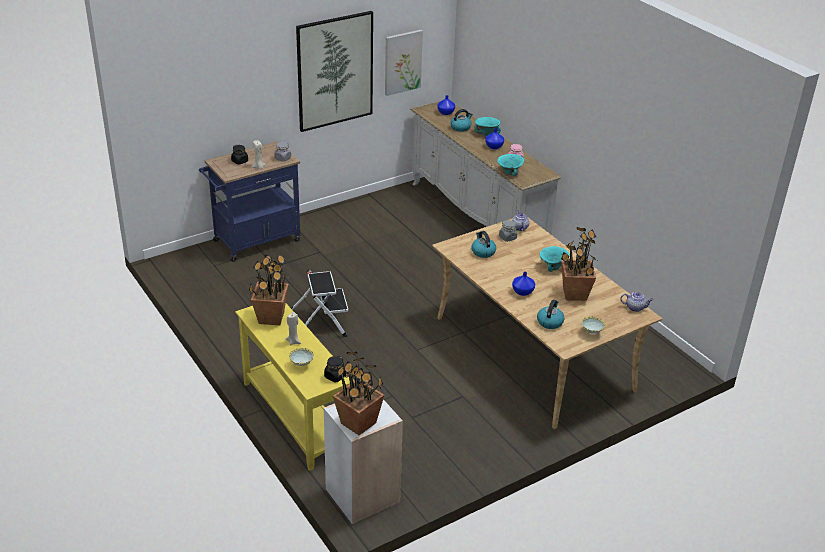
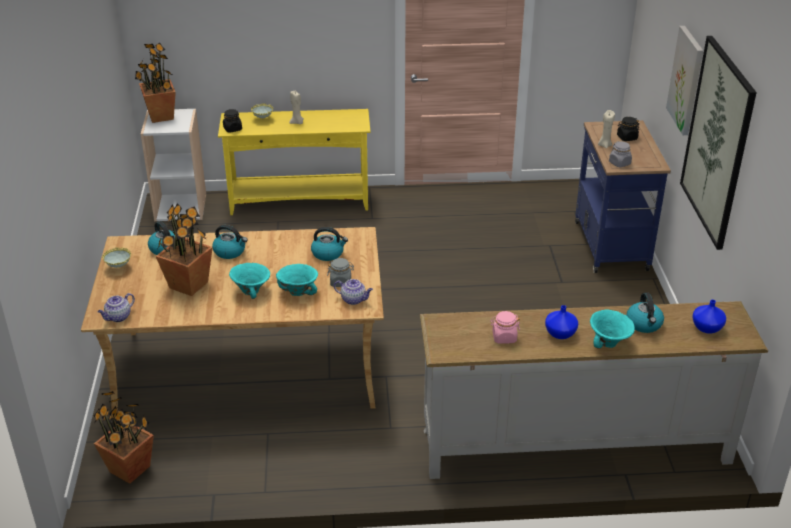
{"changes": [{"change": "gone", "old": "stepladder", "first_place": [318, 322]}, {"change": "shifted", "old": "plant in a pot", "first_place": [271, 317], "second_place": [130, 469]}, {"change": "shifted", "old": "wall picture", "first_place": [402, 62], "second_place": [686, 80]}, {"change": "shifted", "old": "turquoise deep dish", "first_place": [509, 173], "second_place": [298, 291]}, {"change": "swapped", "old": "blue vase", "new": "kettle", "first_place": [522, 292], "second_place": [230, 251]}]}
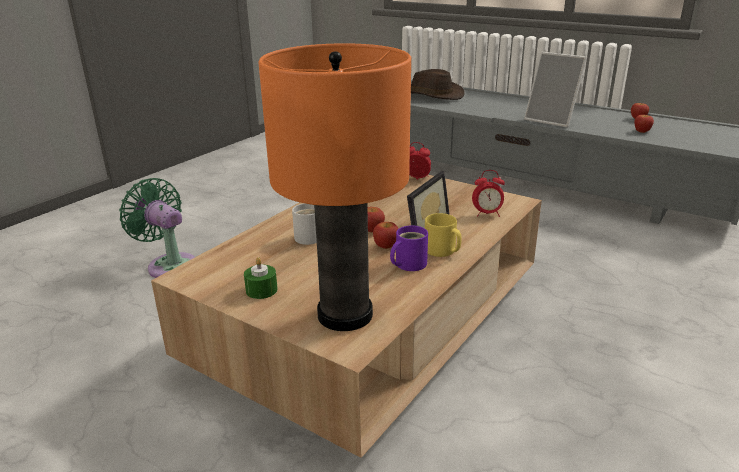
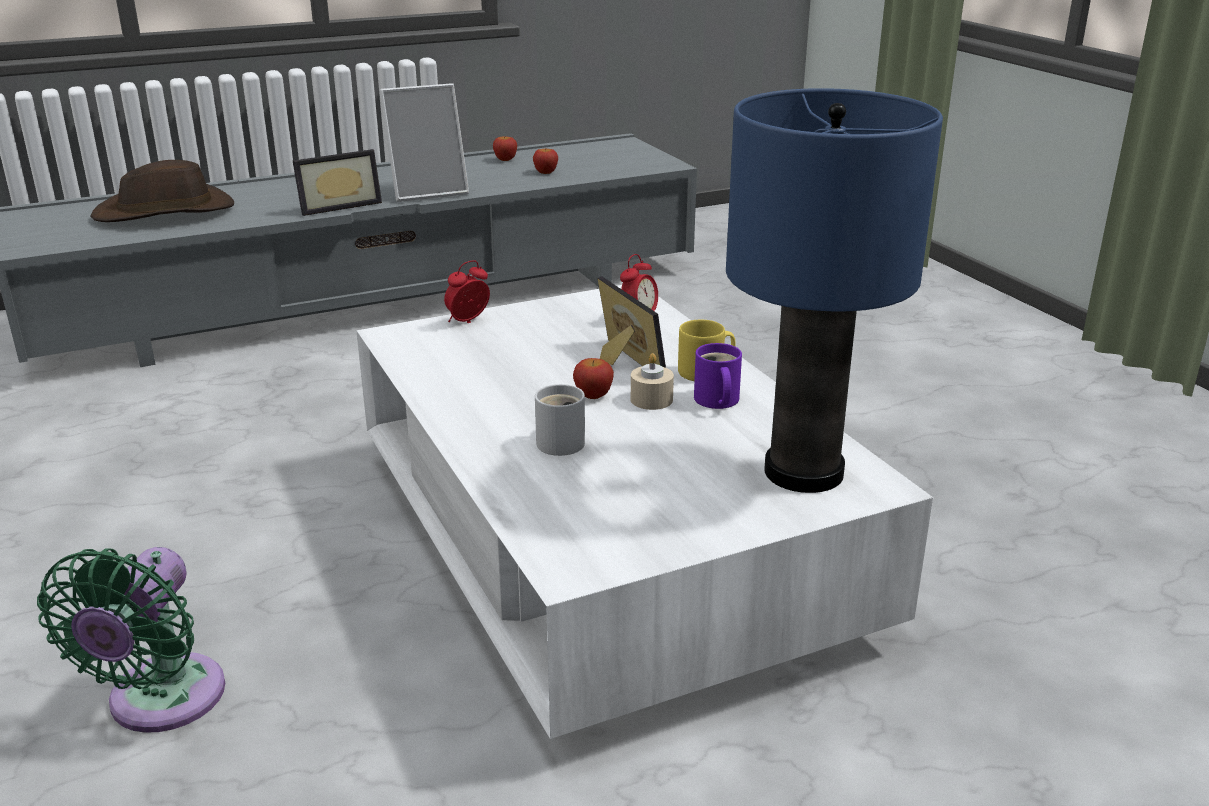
{"changes": [{"change": "gone", "old": "greenish wax light", "first_place": [261, 290]}, {"change": "new", "new": "picture frame", "second_place": [338, 205]}, {"change": "swapped", "old": "whole apple", "new": "beige wax light", "first_place": [386, 246], "second_place": [651, 399]}, {"change": "repainted", "old": "brown low table", "new": "white-coloured low table", "first_place": [370, 322], "second_place": [604, 543]}, {"change": "repainted", "old": "orange-coloured table lamp", "new": "blue table lamp", "first_place": [344, 314], "second_place": [802, 472]}, {"change": "rotated", "old": "greenish electric fan", "first_place": [169, 265], "second_place": [160, 703], "degrees": -60}]}
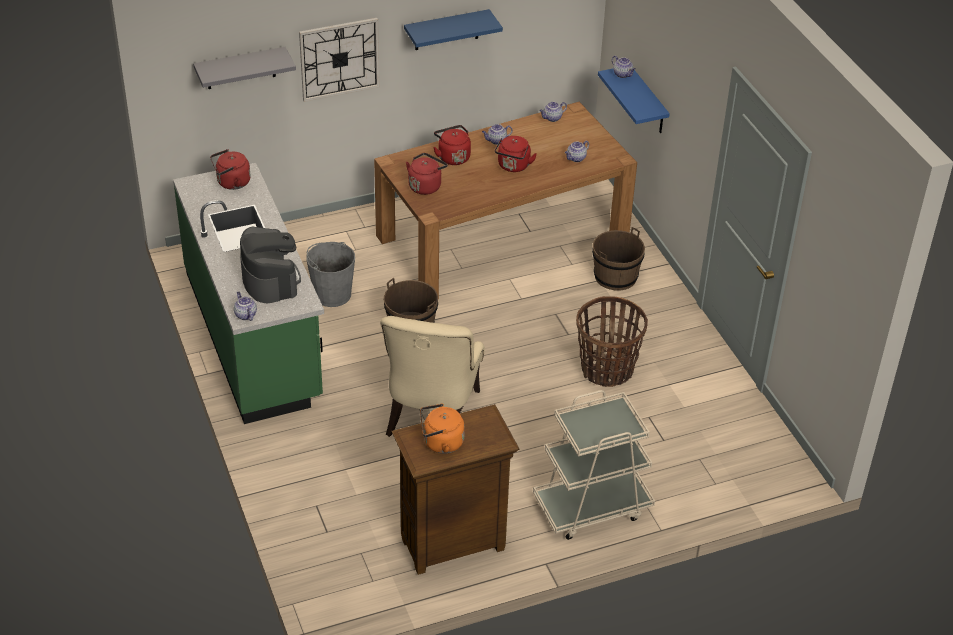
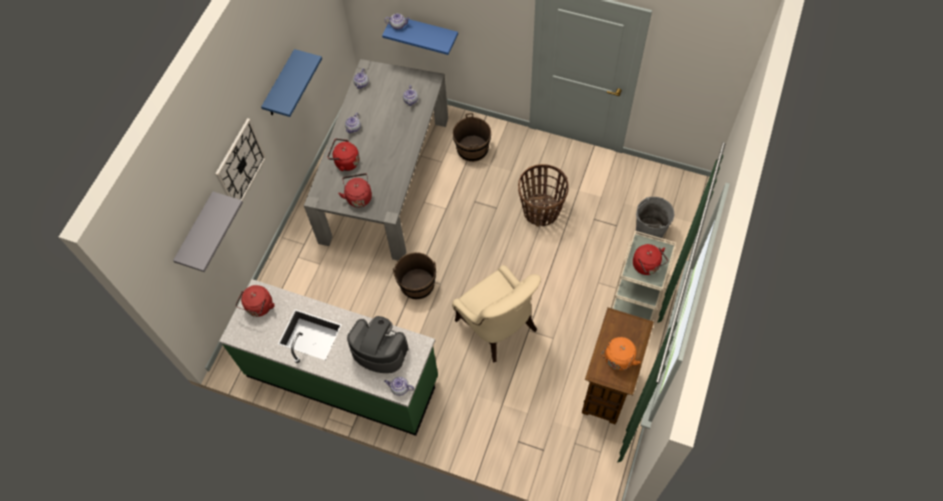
{"changes": [{"change": "shifted", "old": "grey pail", "first_place": [332, 294], "second_place": [649, 231]}, {"change": "shifted", "old": "reddish kettle", "first_place": [513, 166], "second_place": [647, 266]}, {"change": "repainted", "old": "brown dining table", "new": "grey dining table", "first_place": [502, 237], "second_place": [385, 178]}]}
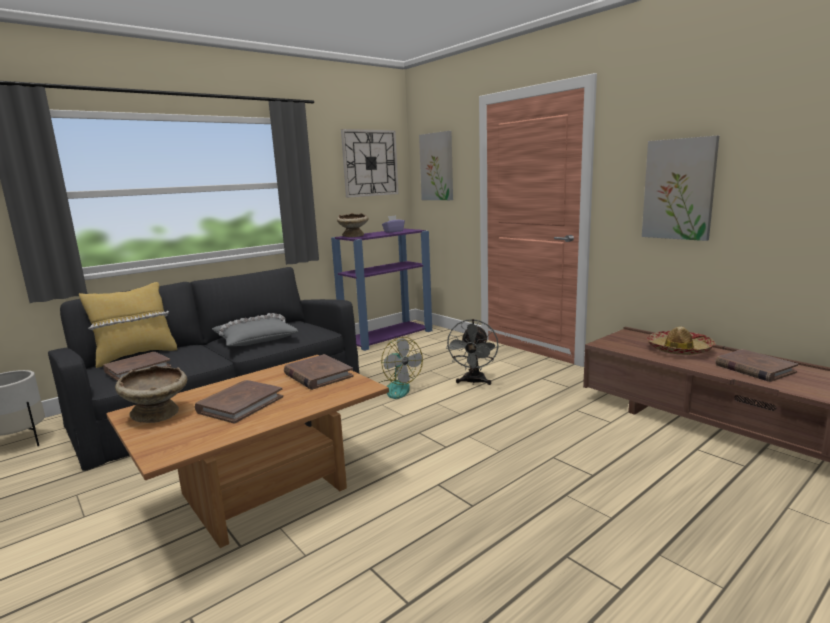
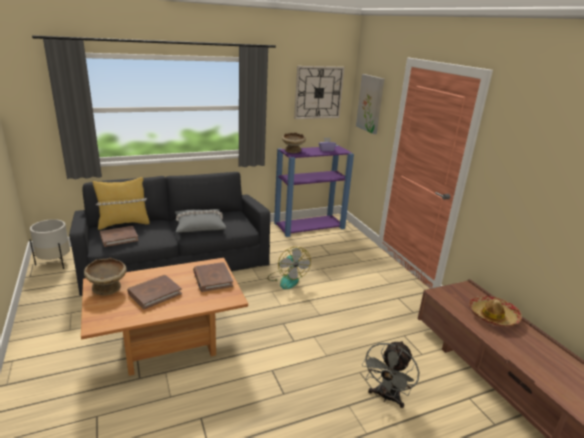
{"changes": [{"change": "gone", "old": "wall picture", "first_place": [679, 189]}, {"change": "gone", "old": "brown bound book", "first_place": [754, 368]}, {"change": "shifted", "old": "grey electric fan", "first_place": [473, 382], "second_place": [386, 397]}]}
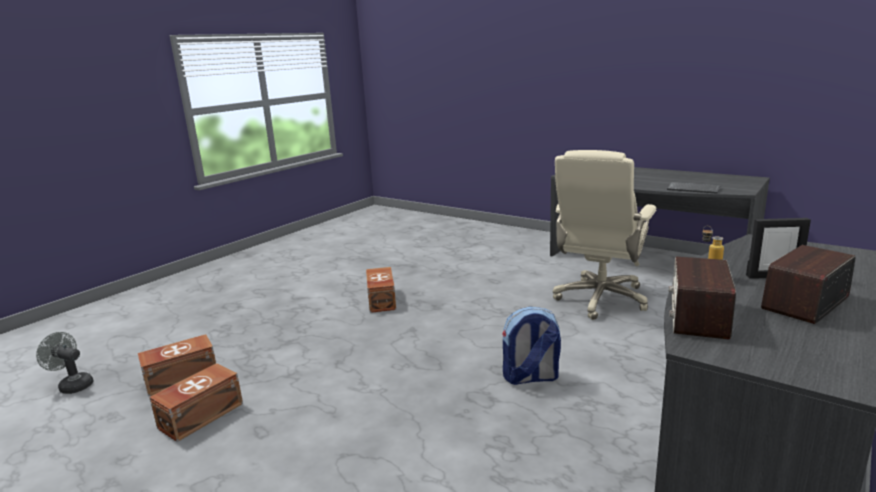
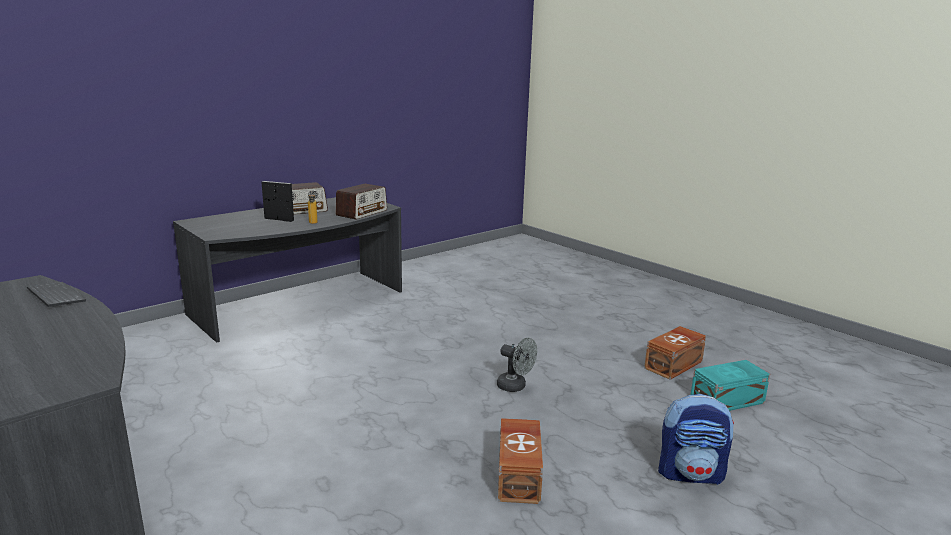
{"changes": [{"change": "gone", "old": "beige desk chair", "first_place": [599, 301]}, {"change": "shifted", "old": "grey electric fan", "first_place": [72, 385], "second_place": [515, 387]}, {"change": "shifted", "old": "rucksack", "first_place": [530, 377], "second_place": [691, 474]}, {"change": "repainted", "old": "brown storage bin", "new": "turquoise storage bin", "first_place": [180, 378], "second_place": [728, 400]}]}
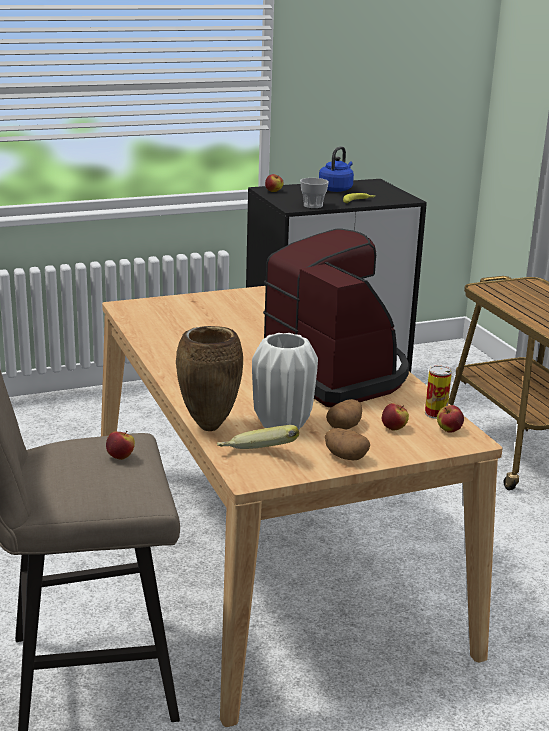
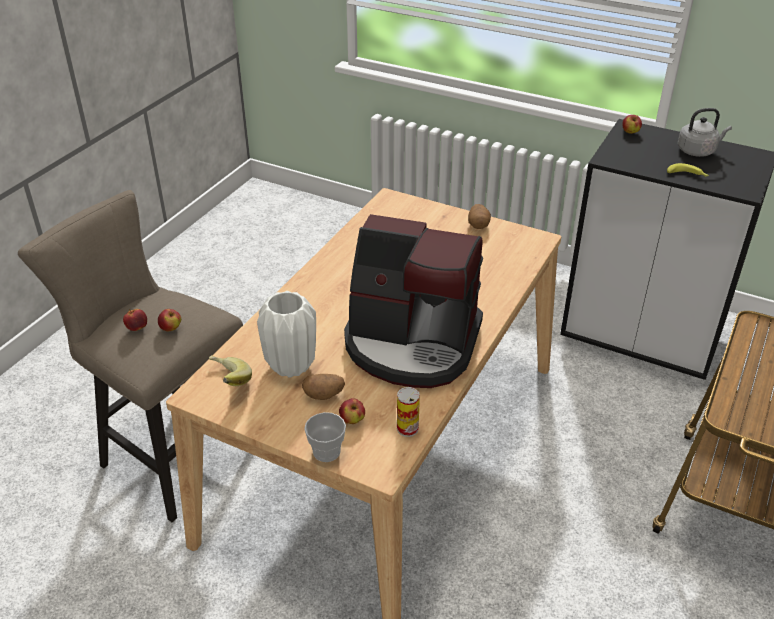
{"changes": [{"change": "gone", "old": "brown vase", "first_place": [208, 427]}, {"change": "shifted", "old": "drinking cup", "first_place": [313, 205], "second_place": [326, 451]}, {"change": "shifted", "old": "potato", "first_place": [345, 457], "second_place": [478, 225]}, {"change": "shifted", "old": "whole apple", "first_place": [449, 430], "second_place": [137, 328]}, {"change": "repainted", "old": "blue kettle", "new": "grey kettle", "first_place": [336, 189], "second_place": [698, 151]}, {"change": "rotated", "old": "coffee maker", "first_place": [337, 373], "second_place": [412, 344], "degrees": 90}]}
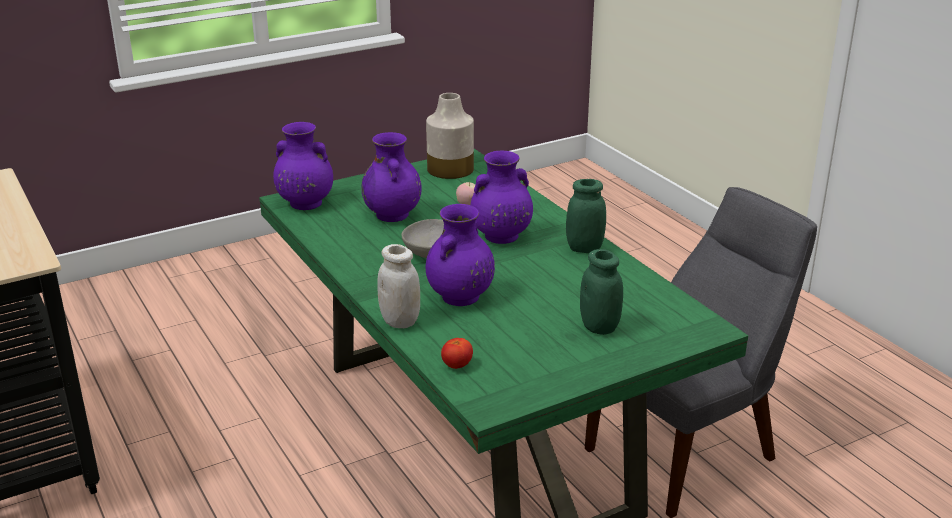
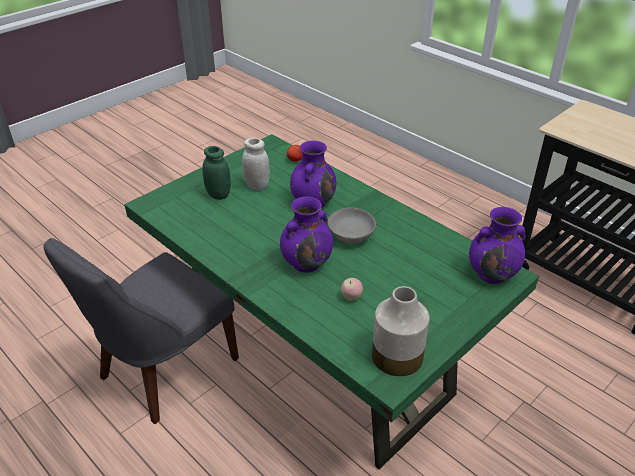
{"changes": [{"change": "gone", "old": "purple-coloured vase", "first_place": [392, 215]}, {"change": "gone", "old": "greenish jar", "first_place": [584, 248]}, {"change": "shifted", "old": "white-coloured jar", "first_place": [400, 321], "second_place": [257, 186]}]}
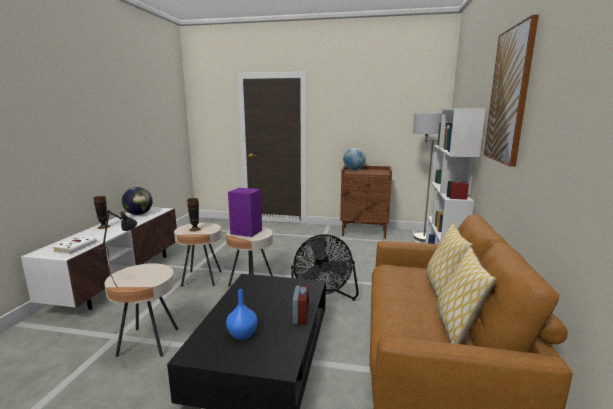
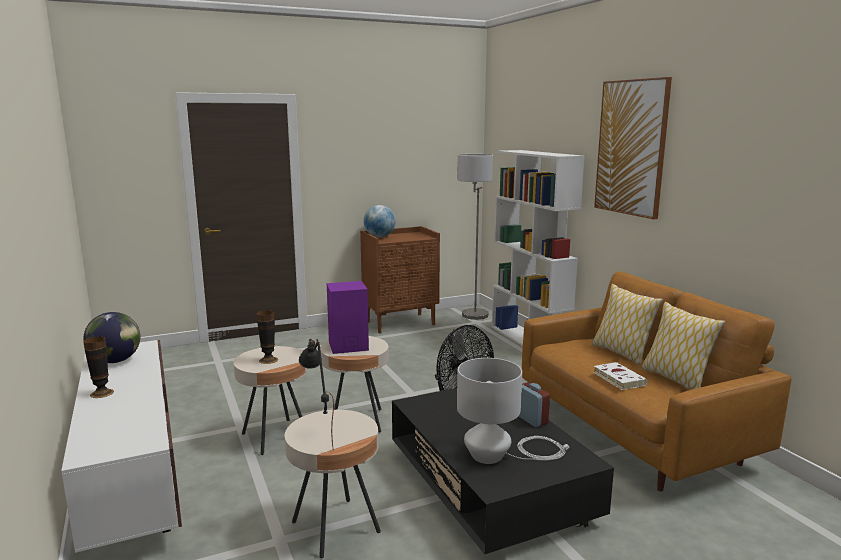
{"changes": [{"change": "shifted", "old": "white-coloured bound book", "first_place": [76, 246], "second_place": [617, 378]}, {"change": "swapped", "old": "blue vase", "new": "grey table lamp", "first_place": [243, 334], "second_place": [508, 453]}]}
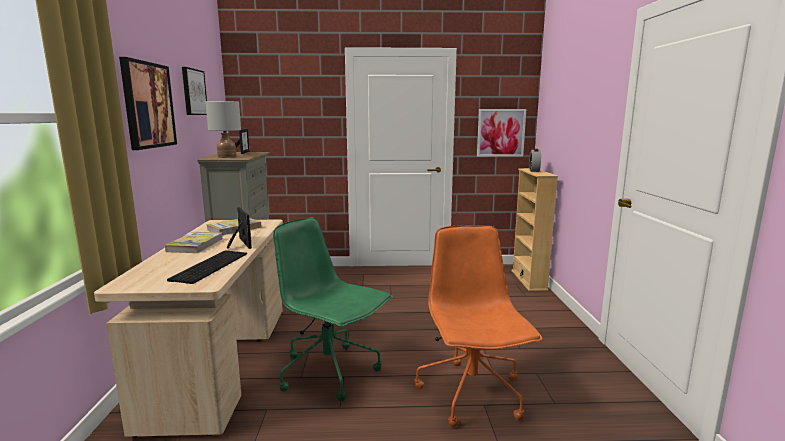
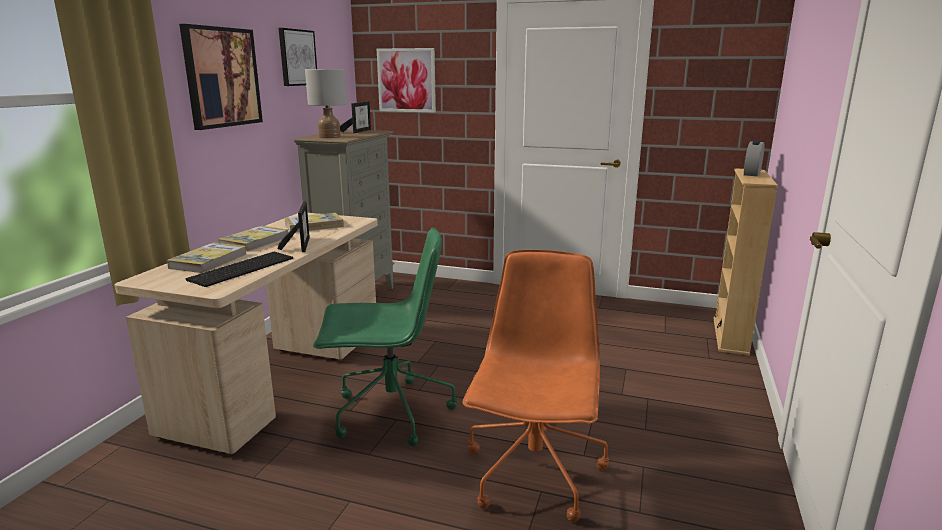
{"changes": [{"change": "new", "new": "bound book", "second_place": [209, 261]}, {"change": "shifted", "old": "wall picture", "first_place": [501, 133], "second_place": [406, 80]}, {"change": "rotated", "old": "greenish desk chair", "first_place": [332, 373], "second_place": [386, 413], "degrees": 120}]}
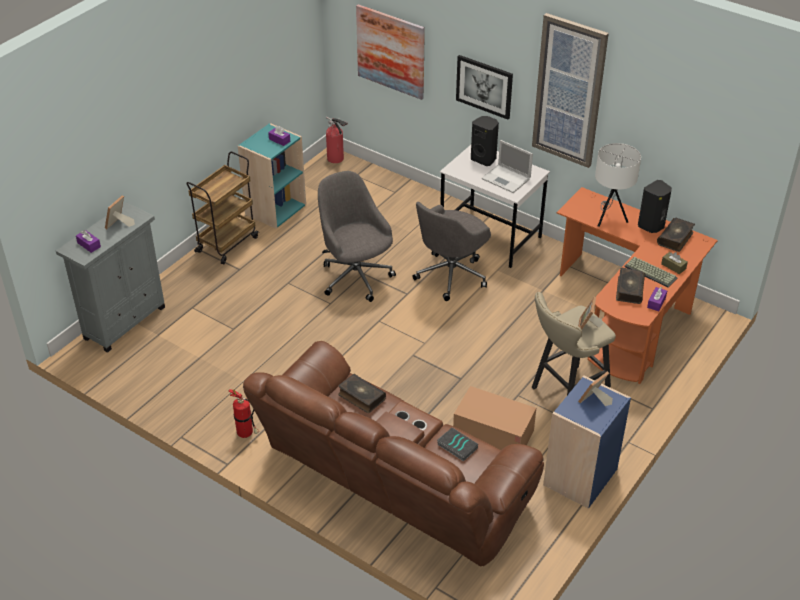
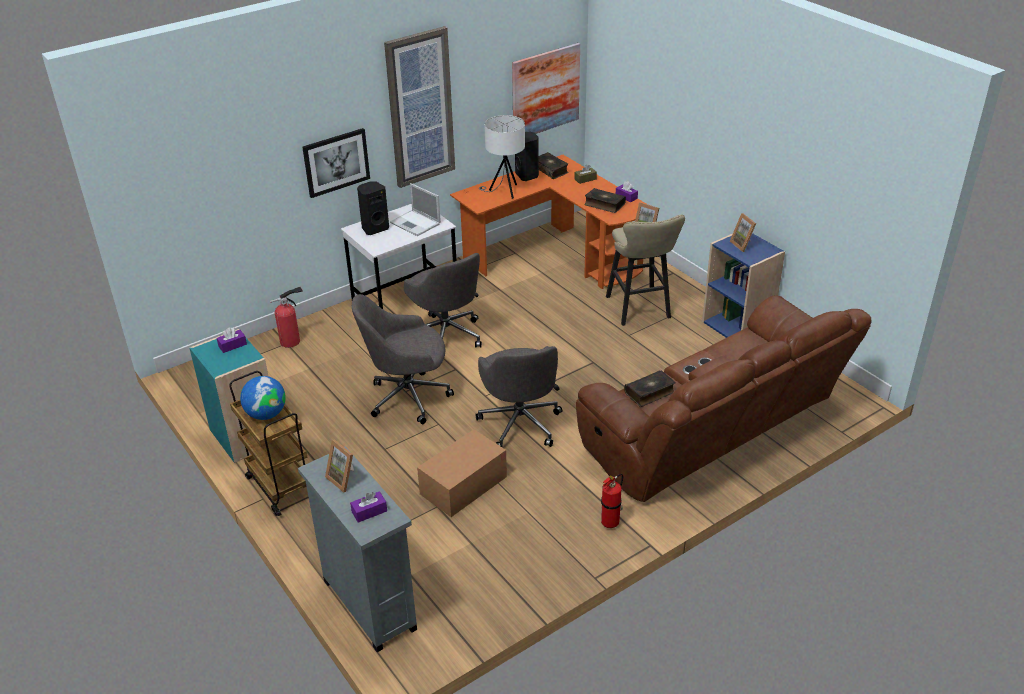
{"changes": [{"change": "gone", "old": "bound book", "first_place": [456, 446]}, {"change": "gone", "old": "keyboard", "first_place": [651, 272]}, {"change": "new", "new": "world globe", "second_place": [266, 414]}, {"change": "new", "new": "grey desk chair", "second_place": [520, 425]}, {"change": "shifted", "old": "fire-fighting cylinder", "first_place": [336, 159], "second_place": [292, 341]}, {"change": "shifted", "old": "wall picture", "first_place": [391, 51], "second_place": [545, 91]}, {"change": "shifted", "old": "cardboard box", "first_place": [493, 433], "second_place": [463, 485]}, {"change": "rotated", "old": "notebook computer", "first_place": [507, 179], "second_place": [416, 223], "degrees": 75}]}
